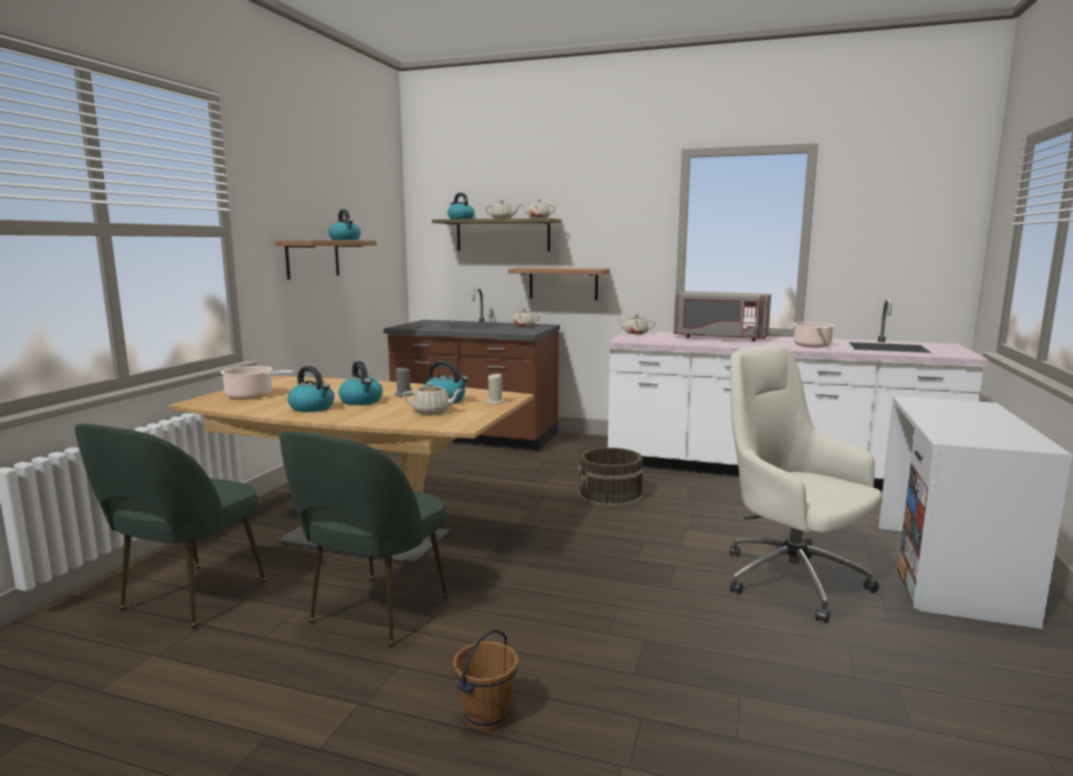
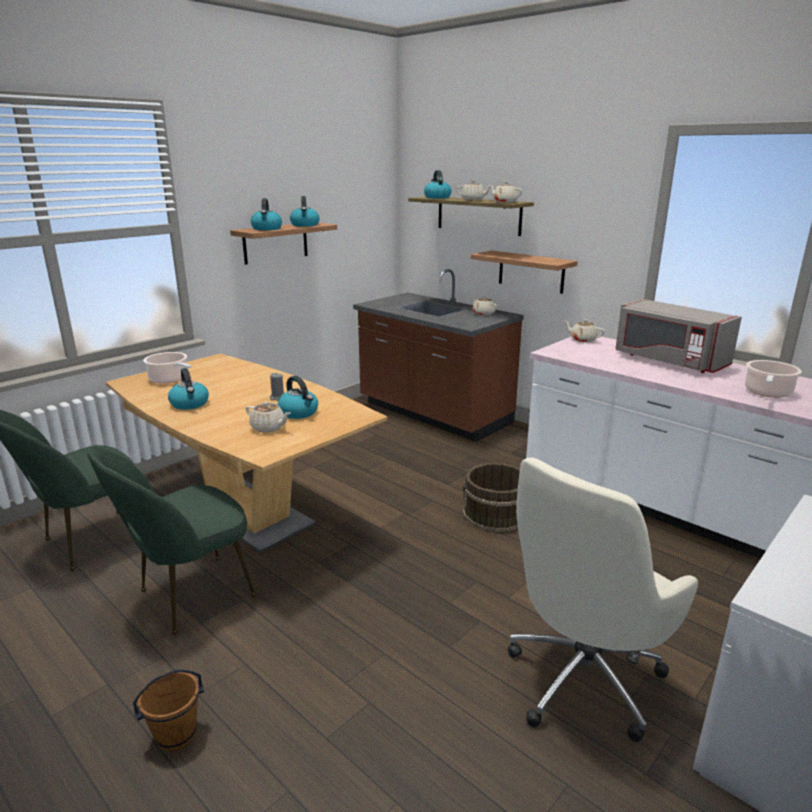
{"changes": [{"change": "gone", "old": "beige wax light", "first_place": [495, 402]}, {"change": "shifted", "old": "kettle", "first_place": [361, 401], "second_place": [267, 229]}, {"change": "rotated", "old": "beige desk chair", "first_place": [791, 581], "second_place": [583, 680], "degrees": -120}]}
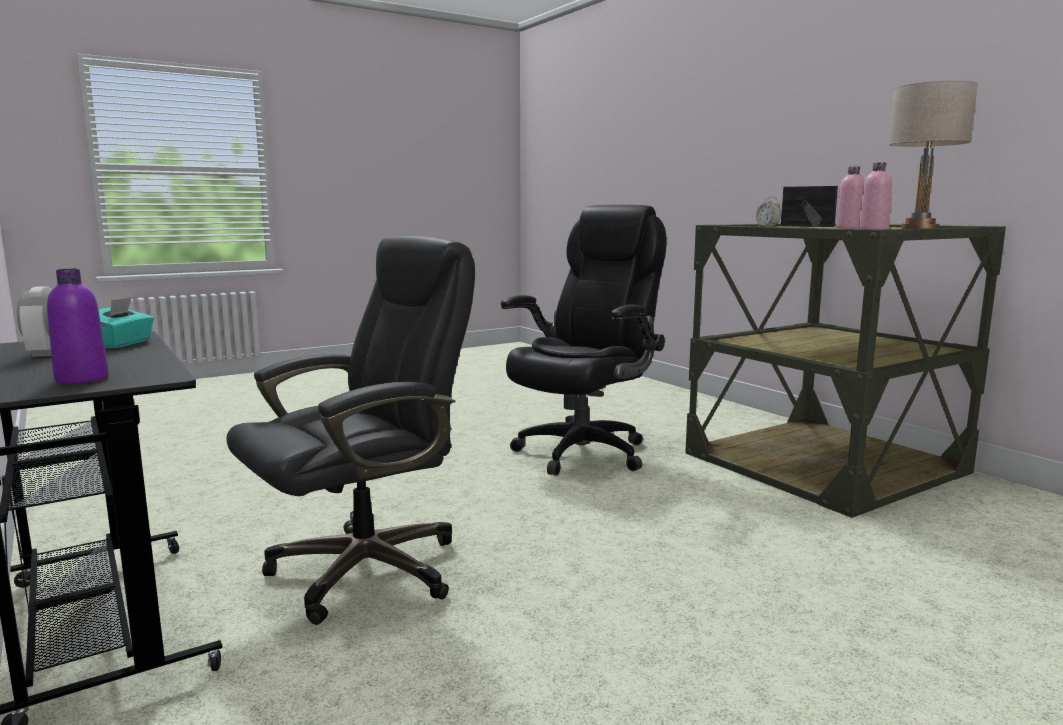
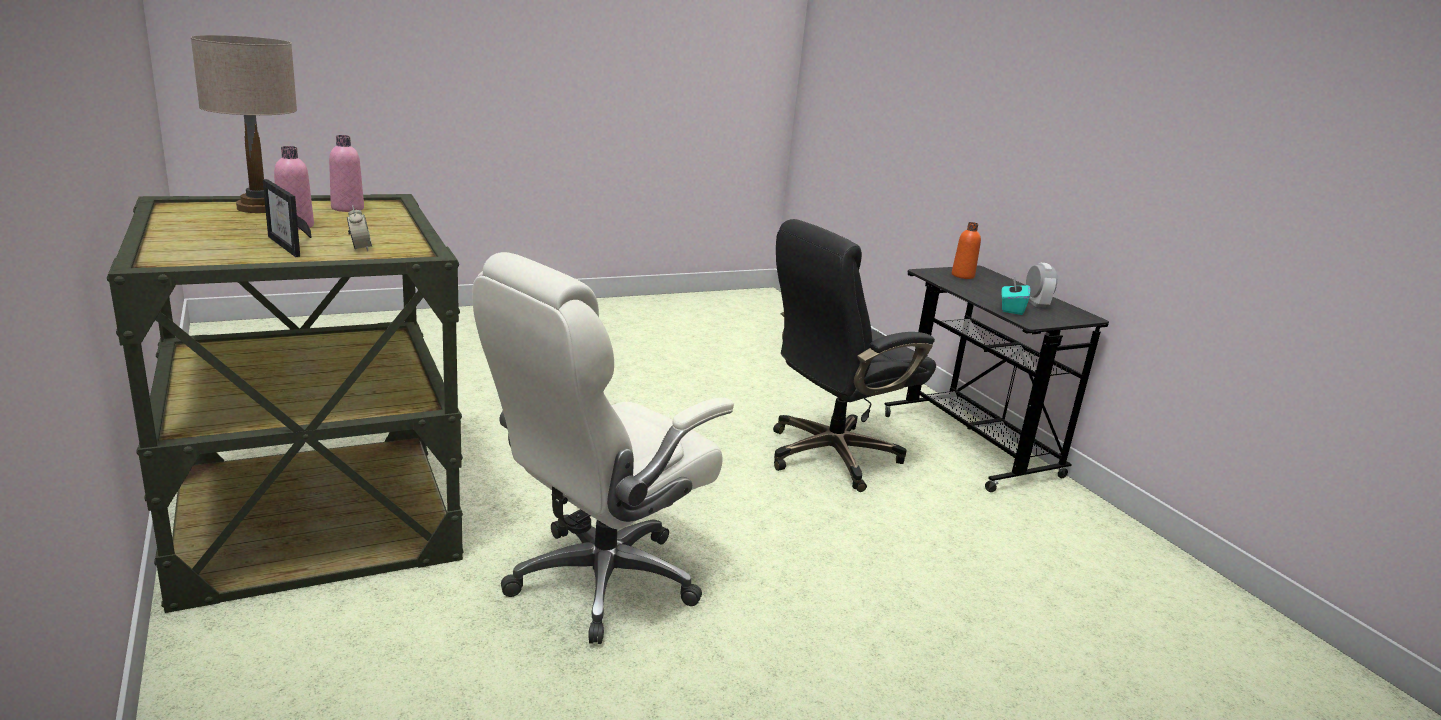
{"changes": [{"change": "repainted", "old": "purple-coloured bottle", "new": "orange-coloured bottle", "first_place": [82, 379], "second_place": [962, 276]}, {"change": "repainted", "old": "blackish desk chair", "new": "white-coloured desk chair", "first_place": [583, 452], "second_place": [599, 582]}]}
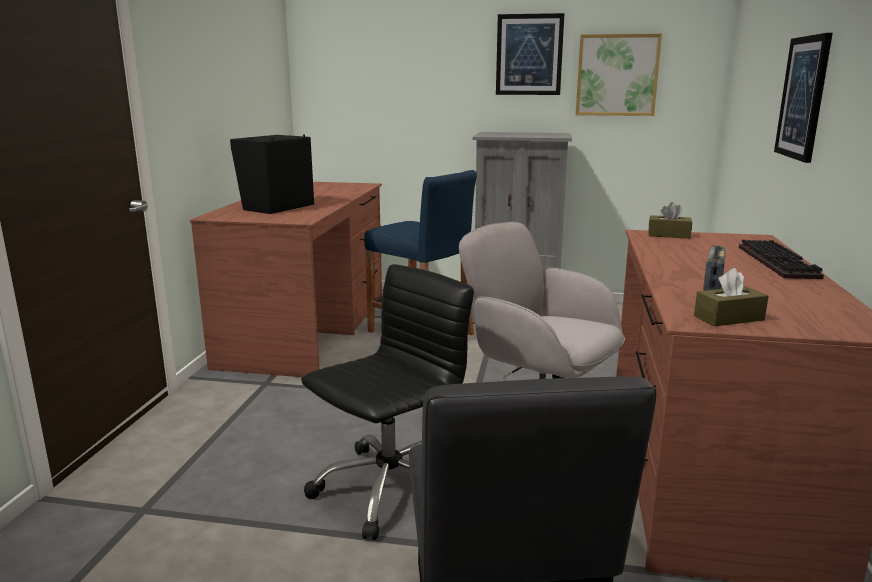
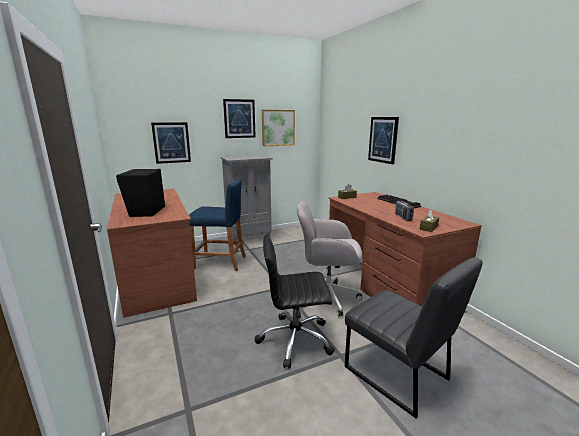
{"changes": [{"change": "new", "new": "wall picture", "second_place": [171, 142]}, {"change": "rotated", "old": "blackish desk chair", "first_place": [390, 488], "second_place": [295, 340], "degrees": -105}]}
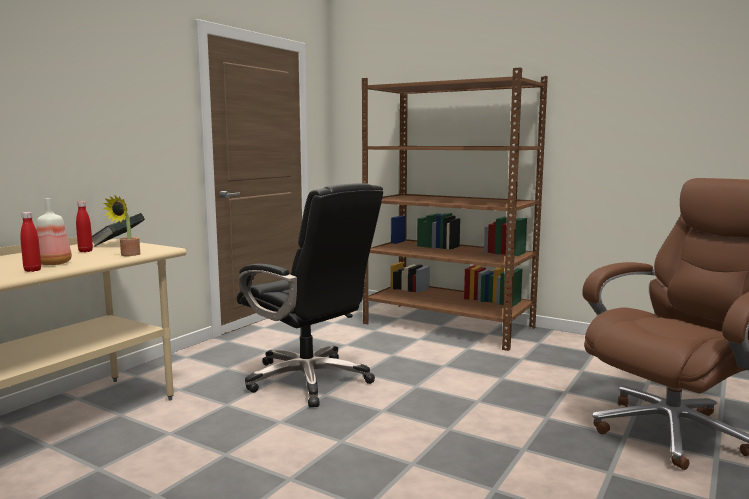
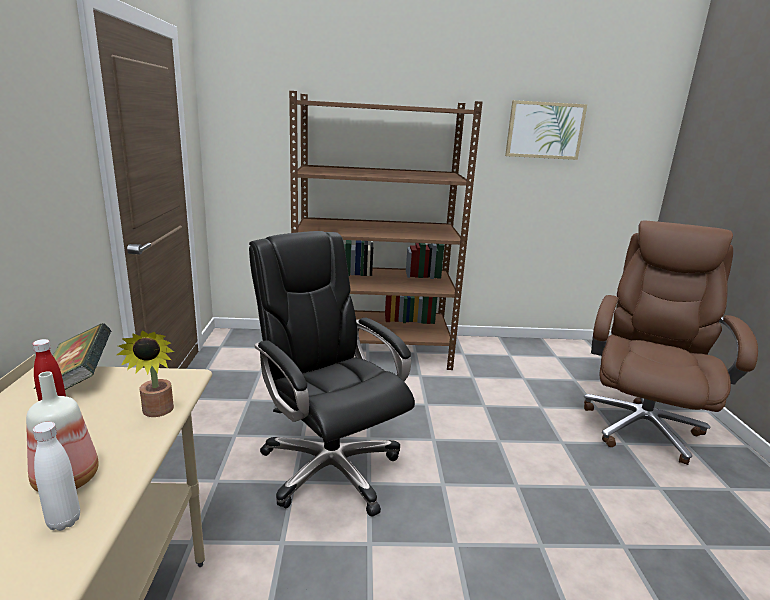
{"changes": [{"change": "new", "new": "wall picture", "second_place": [544, 130]}, {"change": "repainted", "old": "reddish bottle", "new": "white-coloured bottle", "first_place": [32, 270], "second_place": [64, 521]}, {"change": "rotated", "old": "blackish desk chair", "first_place": [308, 380], "second_place": [329, 467], "degrees": -135}]}
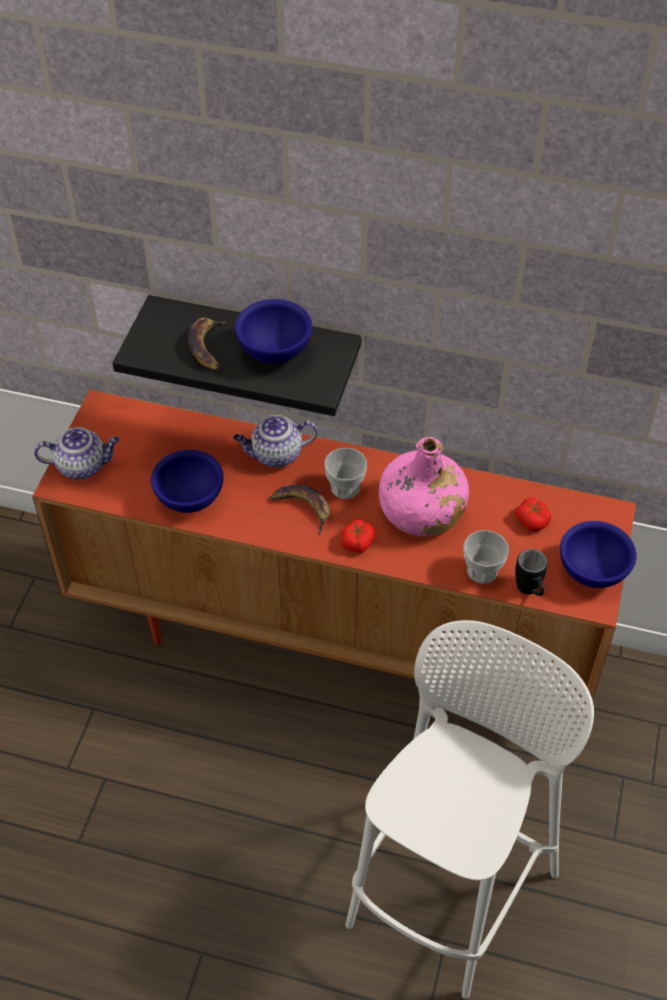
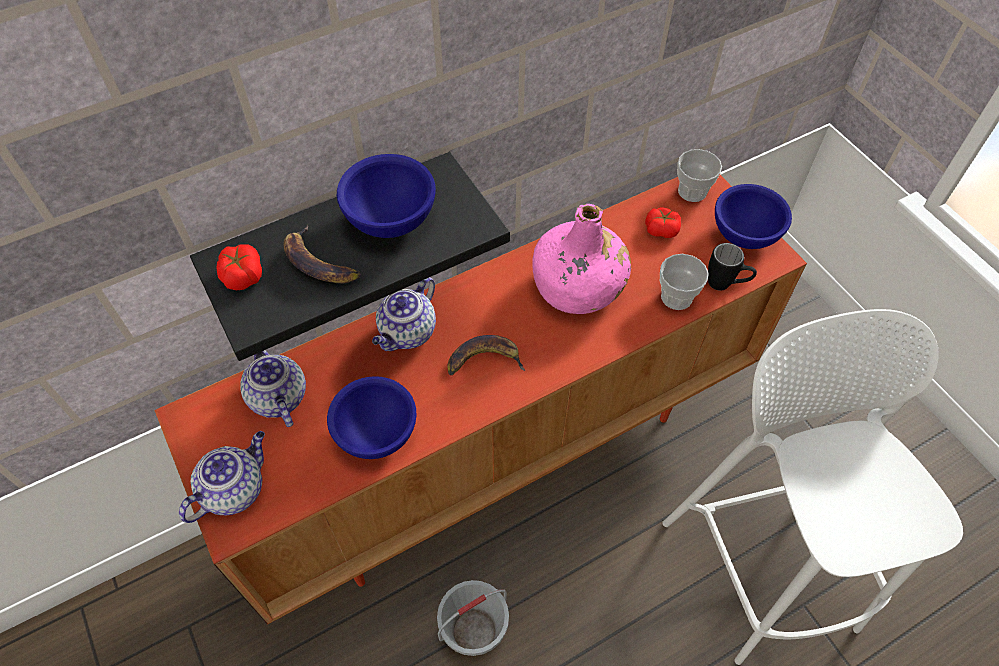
{"changes": [{"change": "new", "new": "pot for tea", "second_place": [277, 396]}, {"change": "new", "new": "grey pail", "second_place": [474, 630]}, {"change": "shifted", "old": "drinking cup", "first_place": [345, 488], "second_place": [692, 191]}, {"change": "shifted", "old": "tomato", "first_place": [357, 542], "second_place": [242, 275]}]}
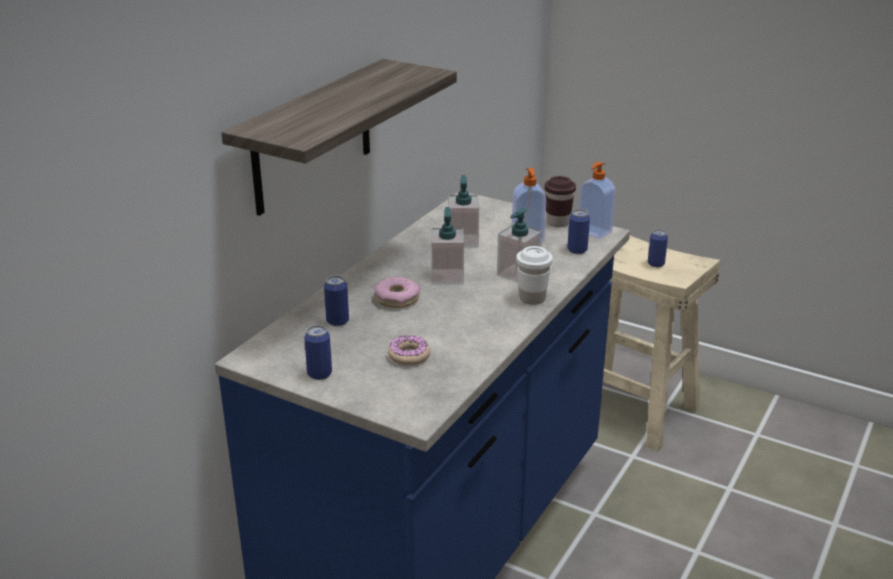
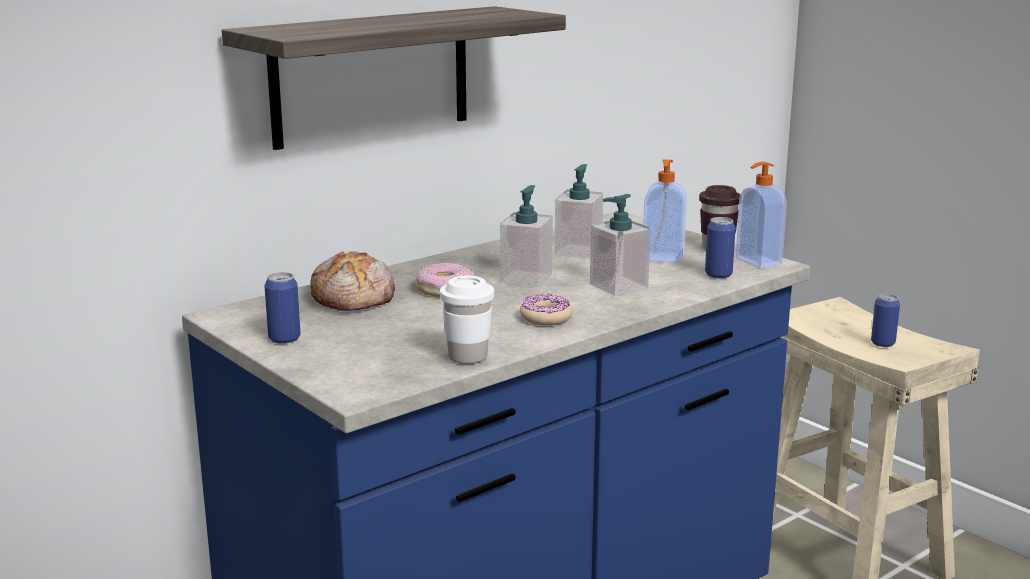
{"changes": [{"change": "shifted", "old": "doughnut", "first_place": [409, 356], "second_place": [546, 318]}, {"change": "shifted", "old": "white-coloured drinking cup", "first_place": [532, 298], "second_place": [468, 357]}, {"change": "swapped", "old": "sealed can", "new": "bread", "first_place": [337, 321], "second_place": [355, 299]}]}
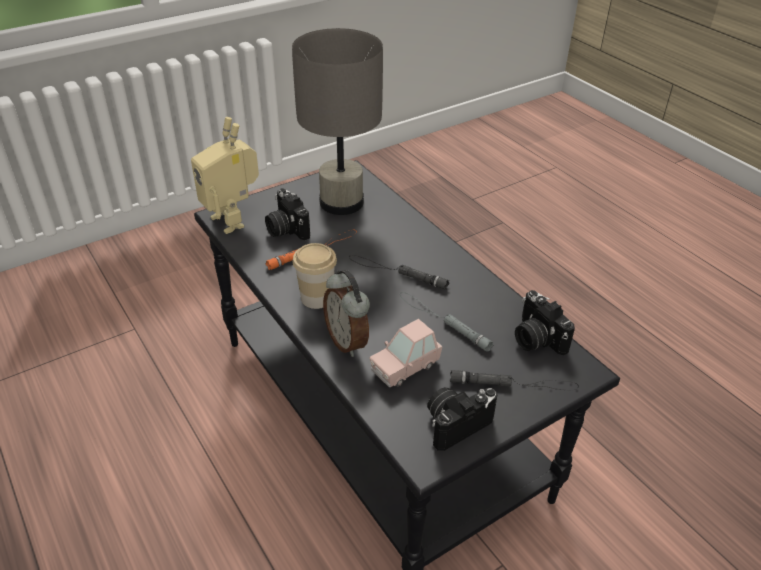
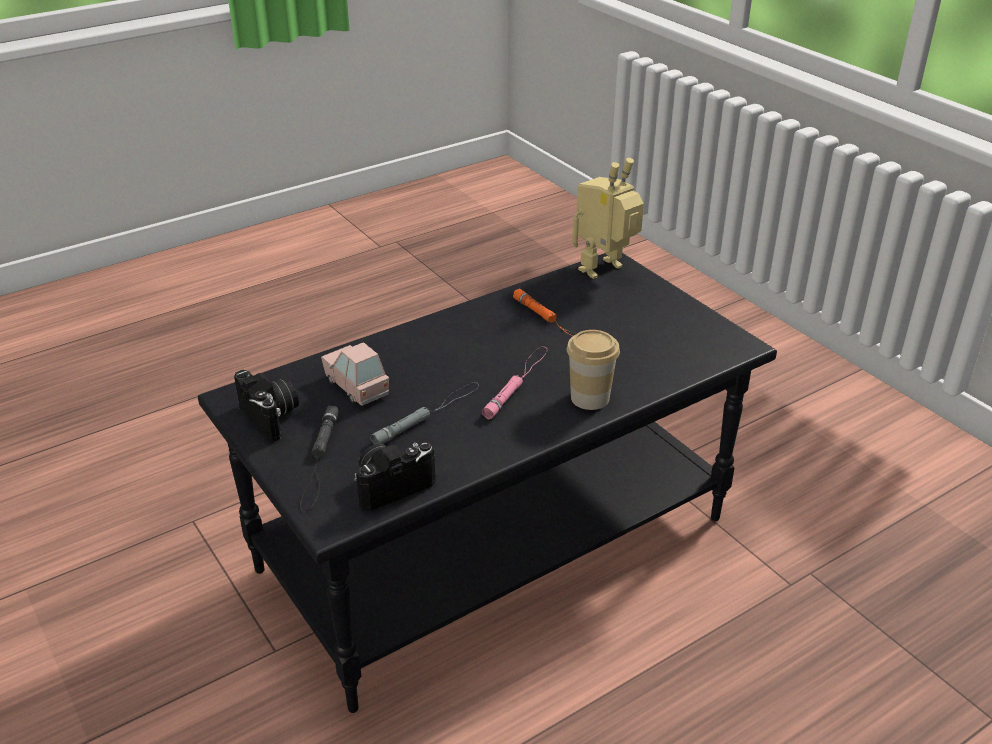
{"changes": [{"change": "gone", "old": "still camera", "first_place": [286, 229]}, {"change": "gone", "old": "grey table lamp", "first_place": [342, 203]}, {"change": "gone", "old": "table clock", "first_place": [348, 341]}, {"change": "shifted", "old": "drinking cup", "first_place": [316, 298], "second_place": [590, 398]}, {"change": "repainted", "old": "blackish hand torch", "new": "pink-coloured hand torch", "first_place": [396, 272], "second_place": [517, 382]}]}
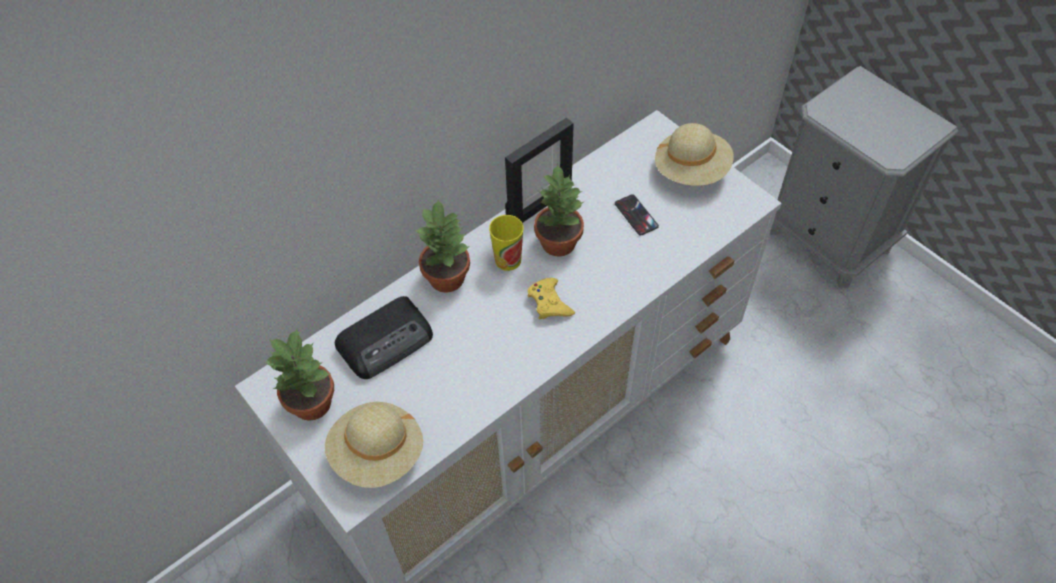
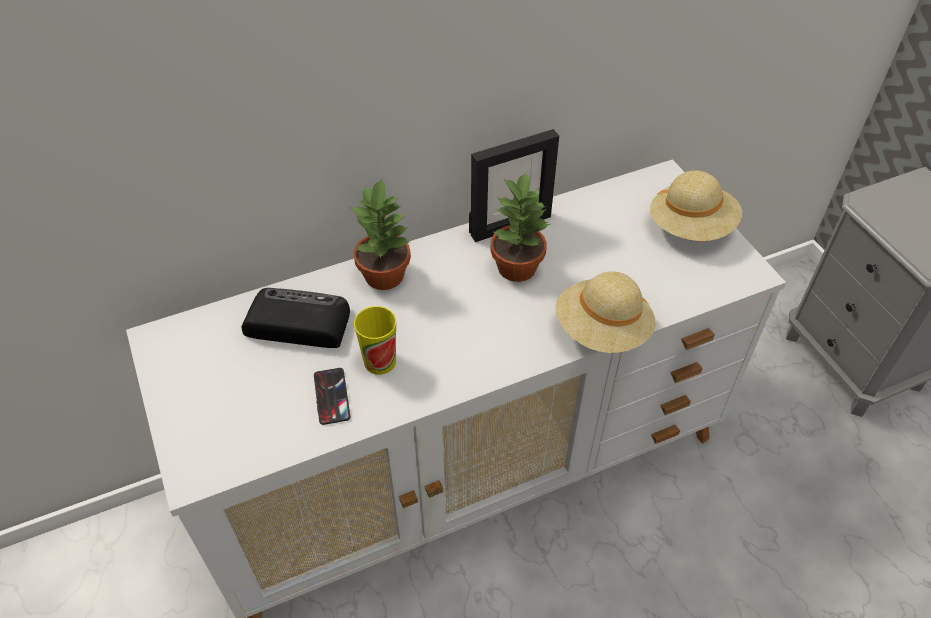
{"changes": [{"change": "gone", "old": "plant in a pot", "first_place": [312, 402]}, {"change": "gone", "old": "yellowish gamepad", "first_place": [549, 303]}, {"change": "shifted", "old": "beige clothing hat", "first_place": [378, 454], "second_place": [602, 330]}, {"change": "shifted", "old": "drinking cup", "first_place": [508, 260], "second_place": [380, 361]}, {"change": "shifted", "old": "handset", "first_place": [636, 215], "second_place": [331, 396]}, {"change": "rotated", "old": "radio", "first_place": [387, 341], "second_place": [296, 323], "degrees": -150}]}
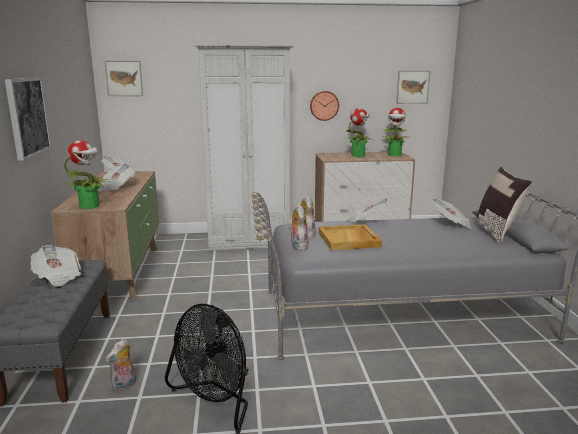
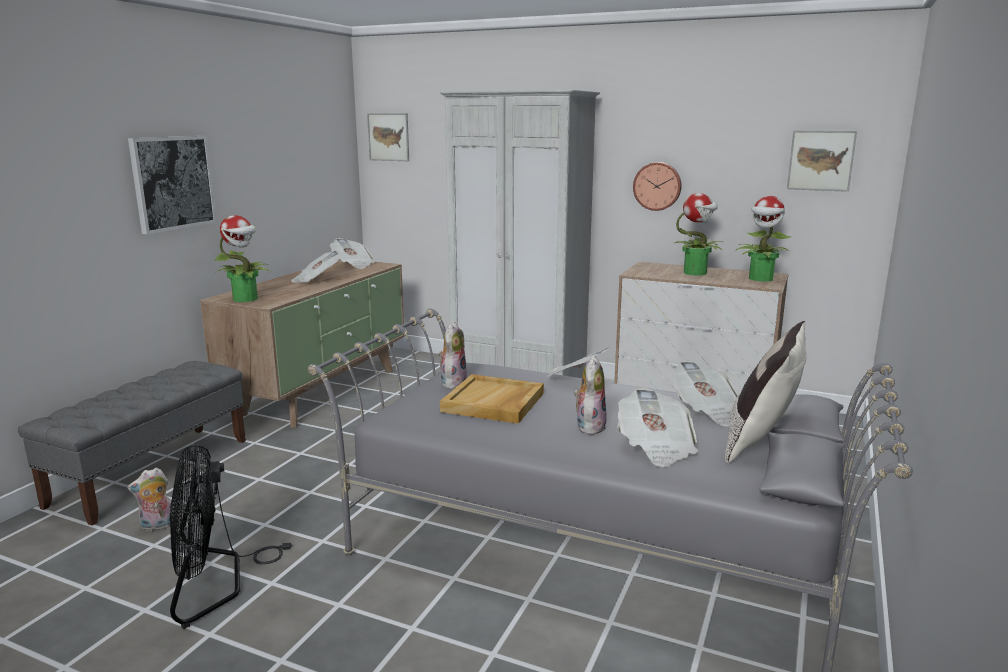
{"changes": [{"change": "shifted", "old": "newspaper", "first_place": [57, 277], "second_place": [655, 447]}, {"change": "shifted", "old": "plush toy", "first_place": [298, 246], "second_place": [589, 426]}]}
